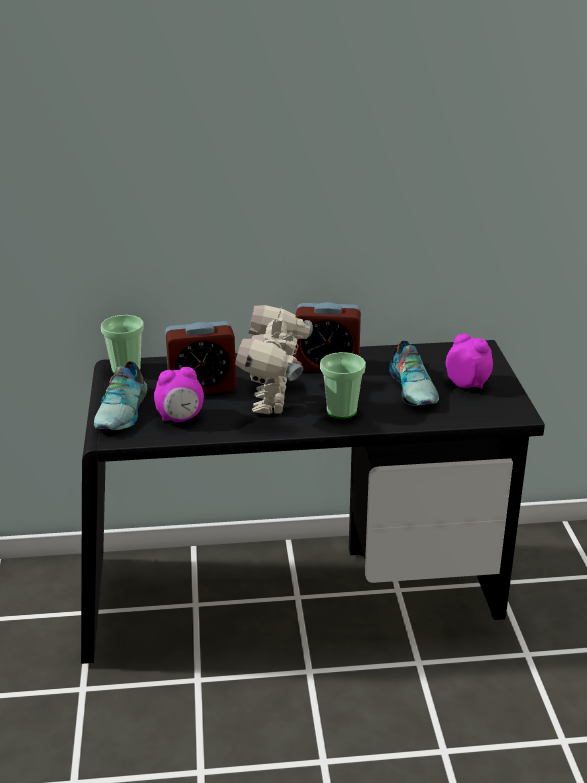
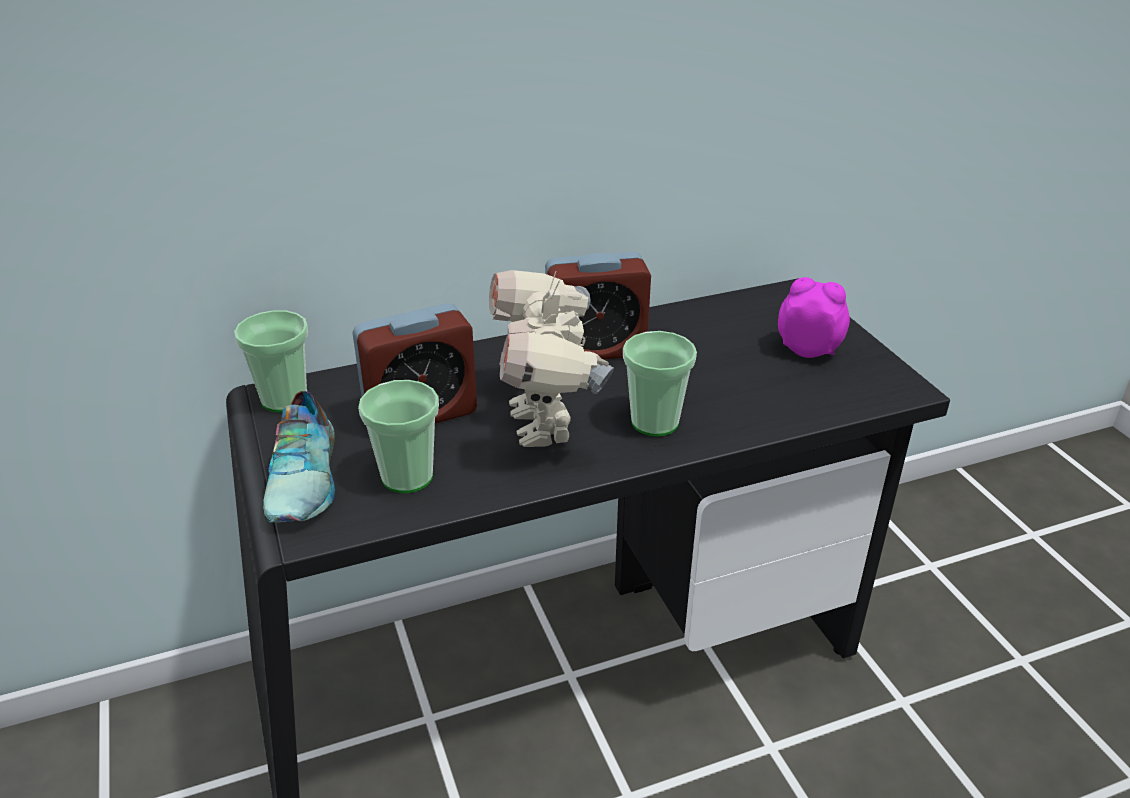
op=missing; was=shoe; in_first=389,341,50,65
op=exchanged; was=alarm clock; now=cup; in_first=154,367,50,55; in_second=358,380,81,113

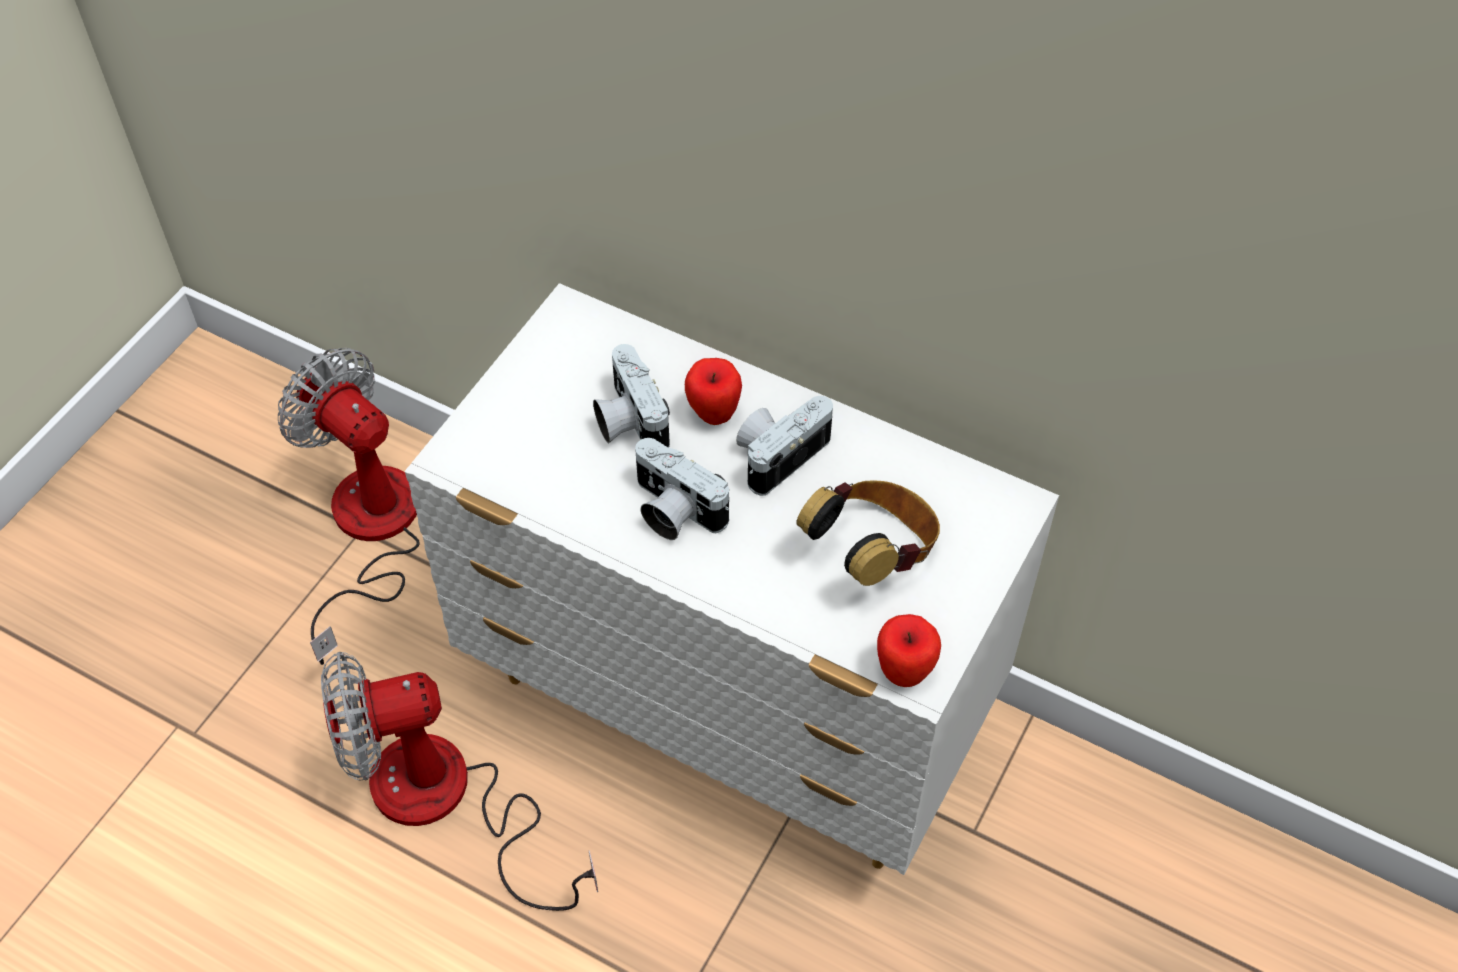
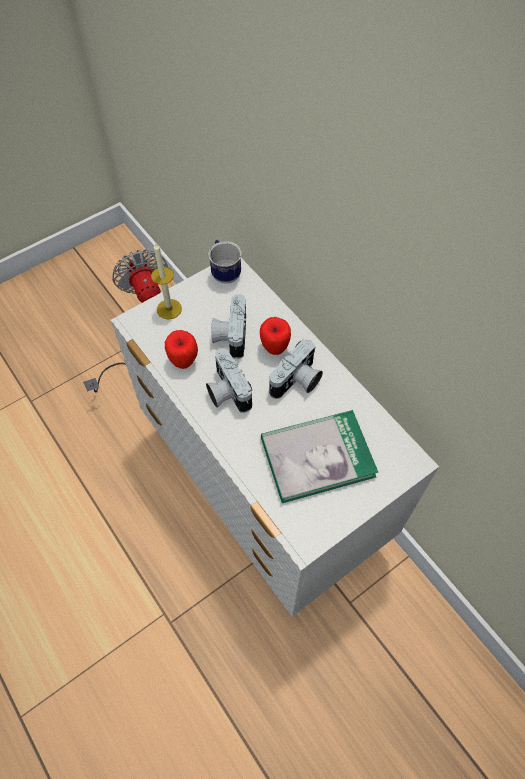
op=missing; was=fan; in_first=321,652,277,259
op=appeared; now=candle; in_second=151,243,31,76
op=appeared; now=mug; in_second=208,240,33,44
op=relocated; was=apple; in_first=877,614,64,73; in_second=165,330,33,39
op=exchanged; was=headphones; now=book; in_first=796,480,144,106; in_second=261,410,117,93
op=spun; was=photo camera; in_first=736,396,97,100; in_second=269,339,54,60; clockwise=150

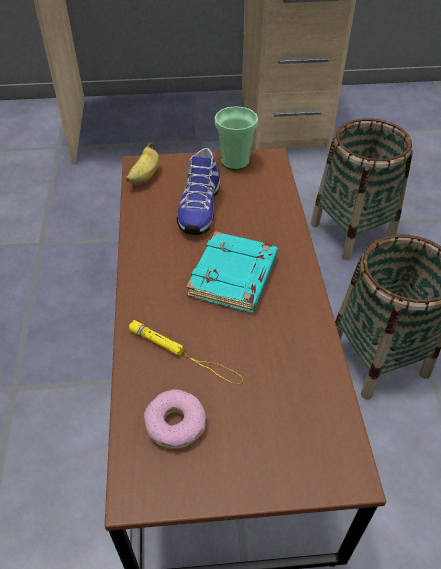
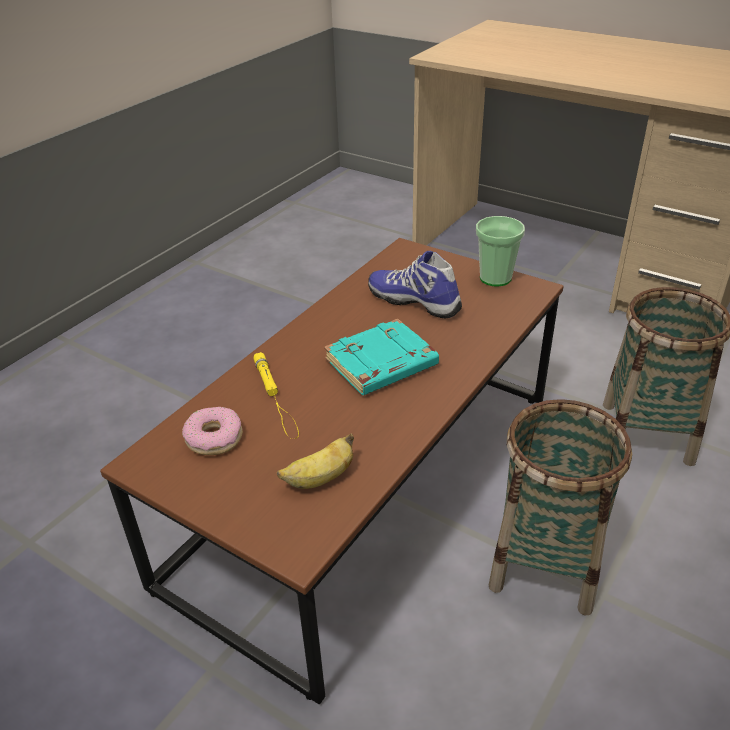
op=relocated; was=banana; in_first=126,142,33,43; in_second=277,433,77,56
op=spun; was=shoe; in_first=177,148,43,87; in_second=368,251,94,67; clockwise=75

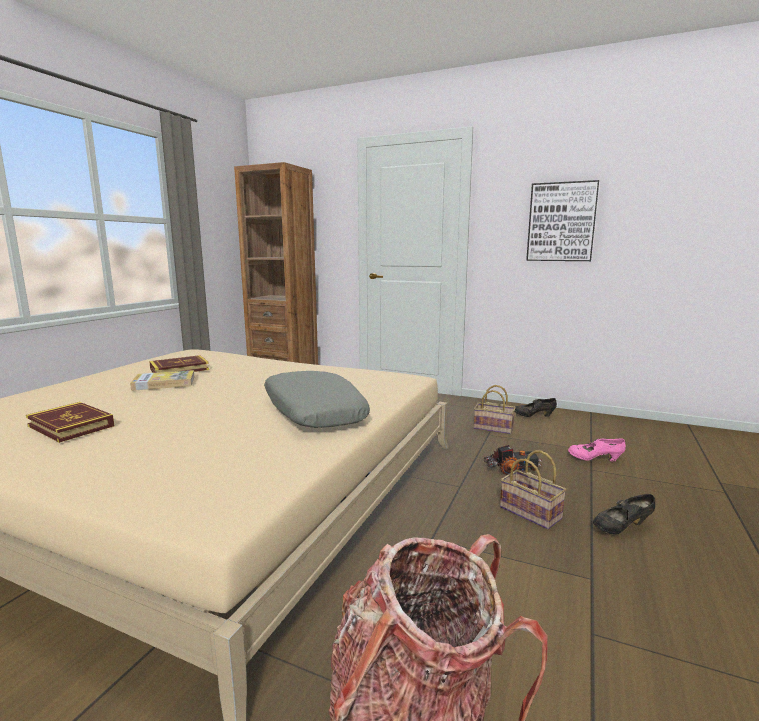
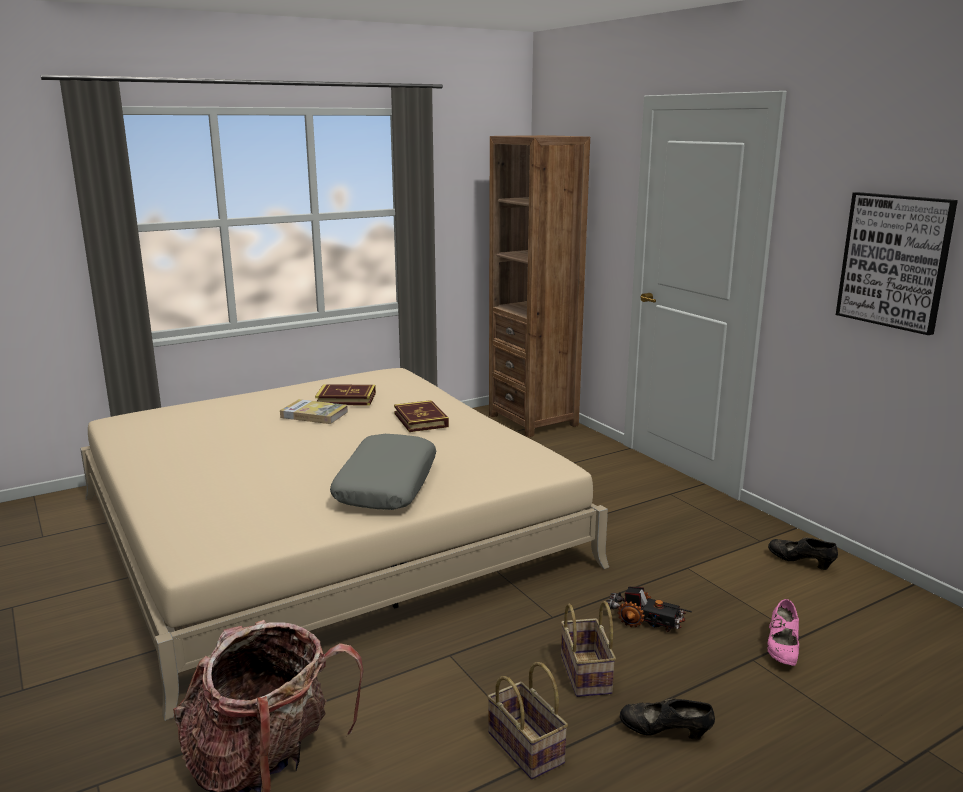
op=relocated; was=book; in_first=26,402,89,41; in_second=394,400,55,32
op=relocated; was=basket; in_first=474,385,42,49; in_second=487,662,81,117
op=spun; was=pink shoe; in_first=568,438,58,24; in_second=767,599,32,67; clockwise=-120

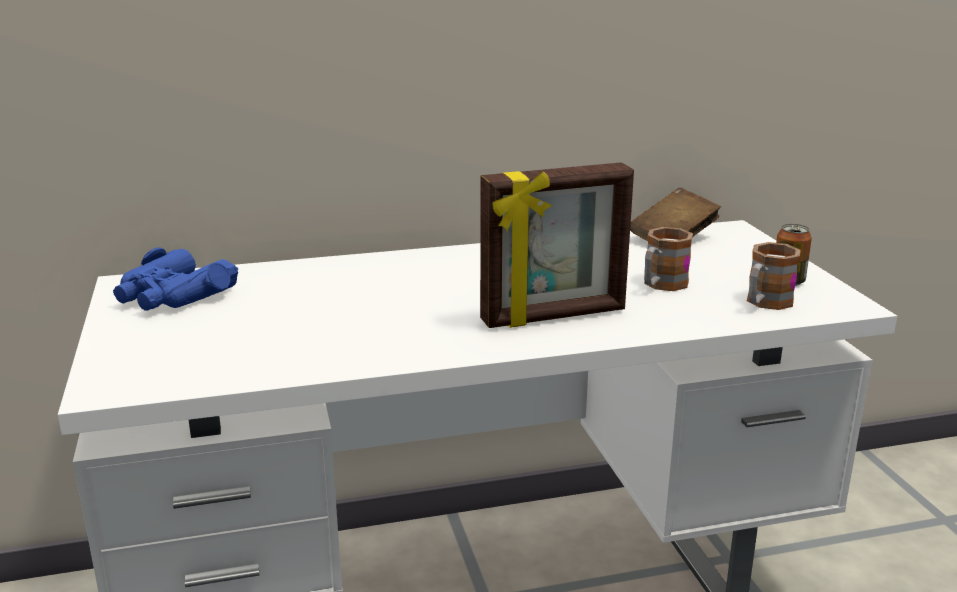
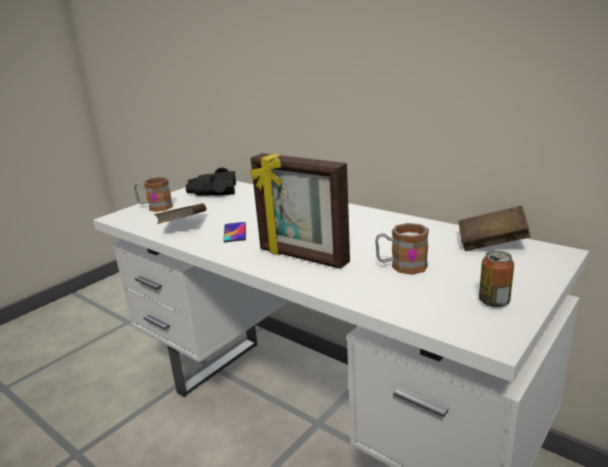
op=appeared; now=brown book; in_second=154,203,52,21
op=appeared; now=phone; in_second=223,222,23,20
op=relocated; was=mug; in_first=747,242,54,68; in_second=134,177,39,35
op=colour; was=blue binoculars; now=black binoculars; in_first=113,248,125,63; in_second=186,168,50,28

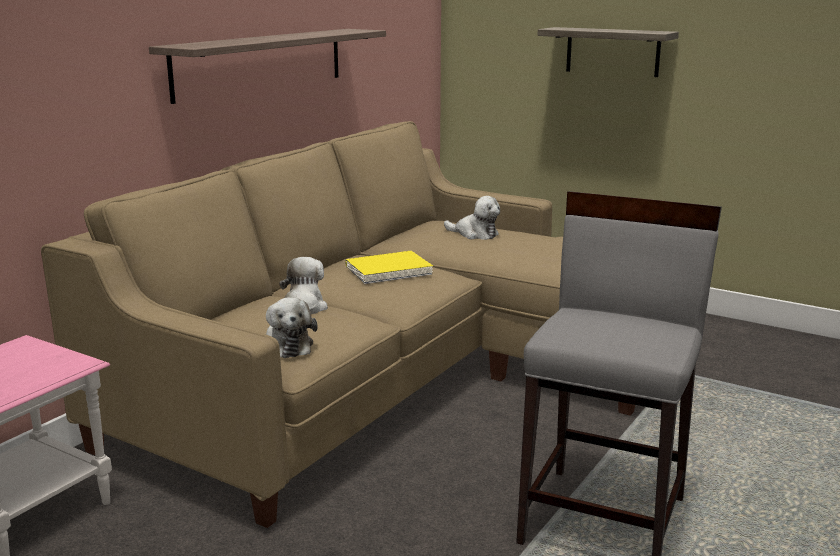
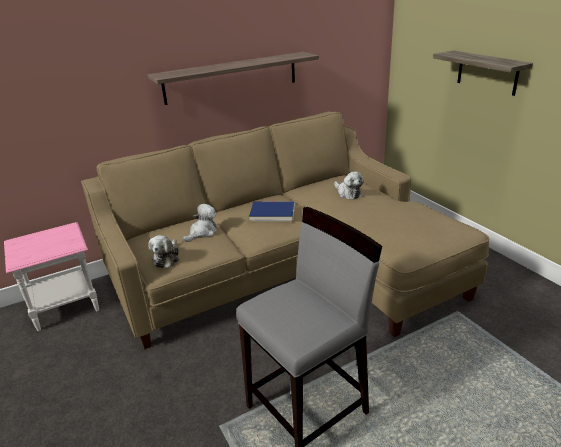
op=colour; was=yellow book; now=blue book; in_first=345,251,88,33; in_second=249,201,46,20

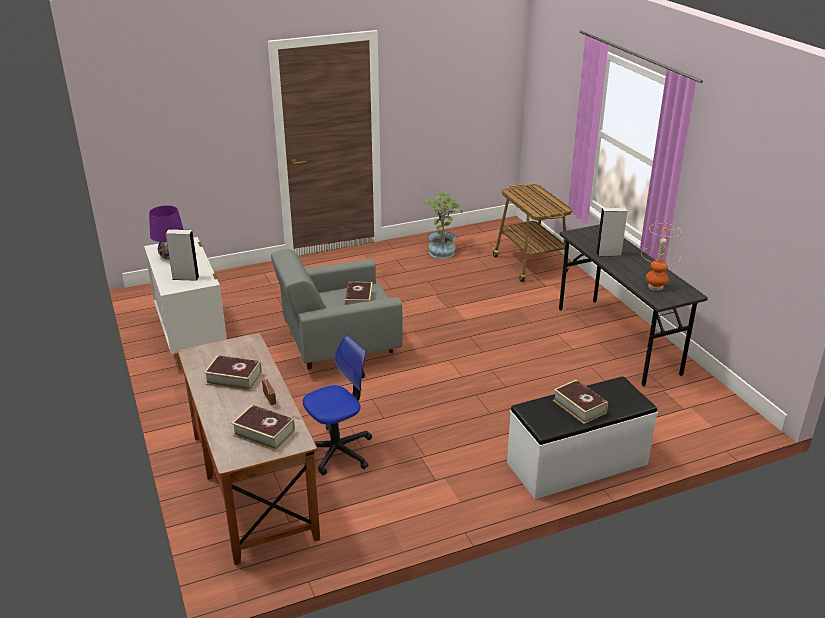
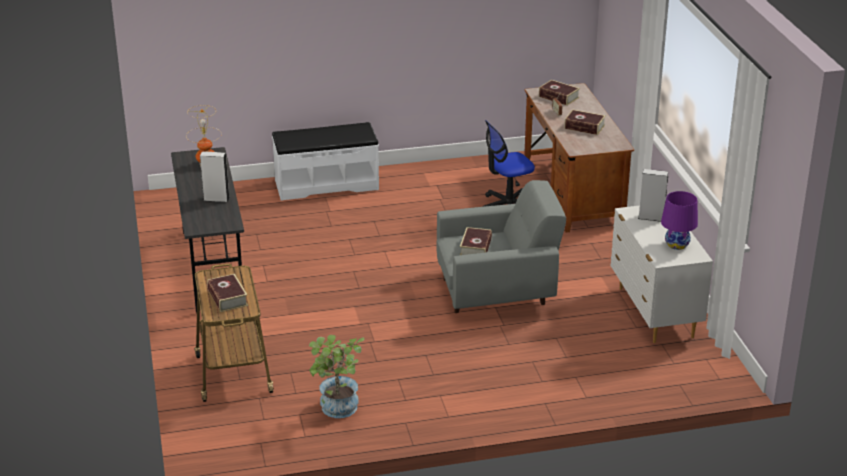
op=relocated; was=book; in_first=553,380,55,44; in_second=207,274,41,38

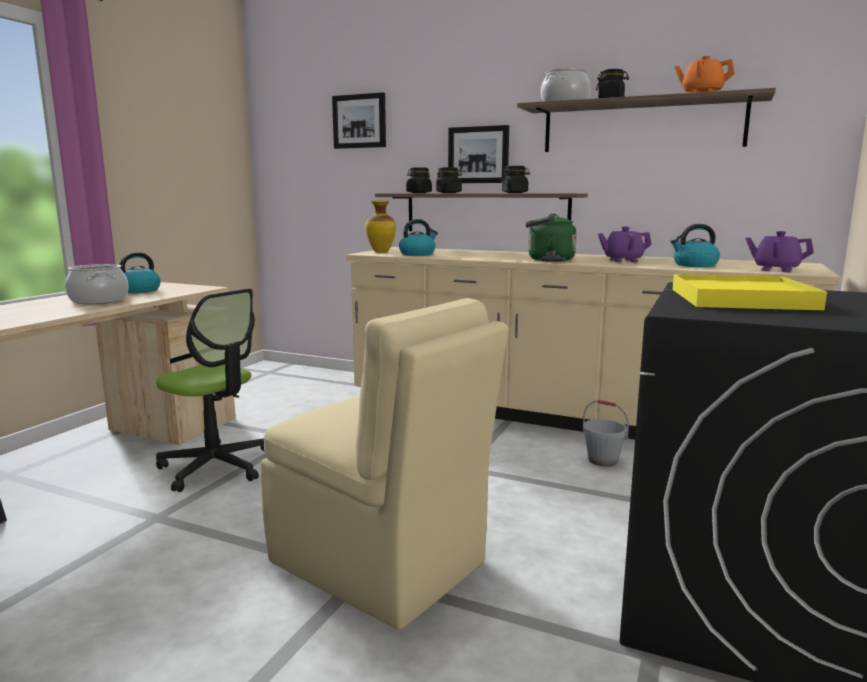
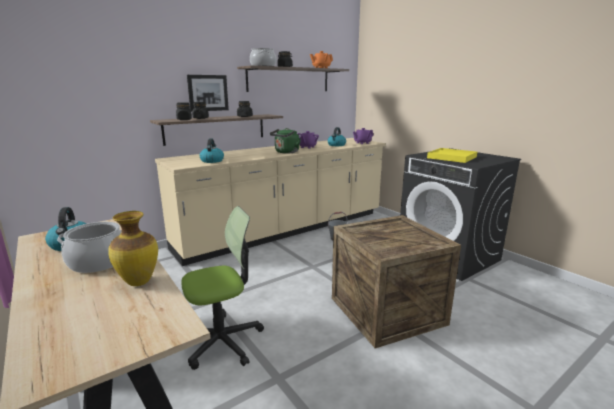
op=missing; was=picture; in_first=332,92,54,57
op=relocated; was=vase; in_first=365,201,31,52; in_second=108,211,50,75
op=exchanged; was=beige chair; now=crate; in_first=261,298,248,332; in_second=332,215,129,134

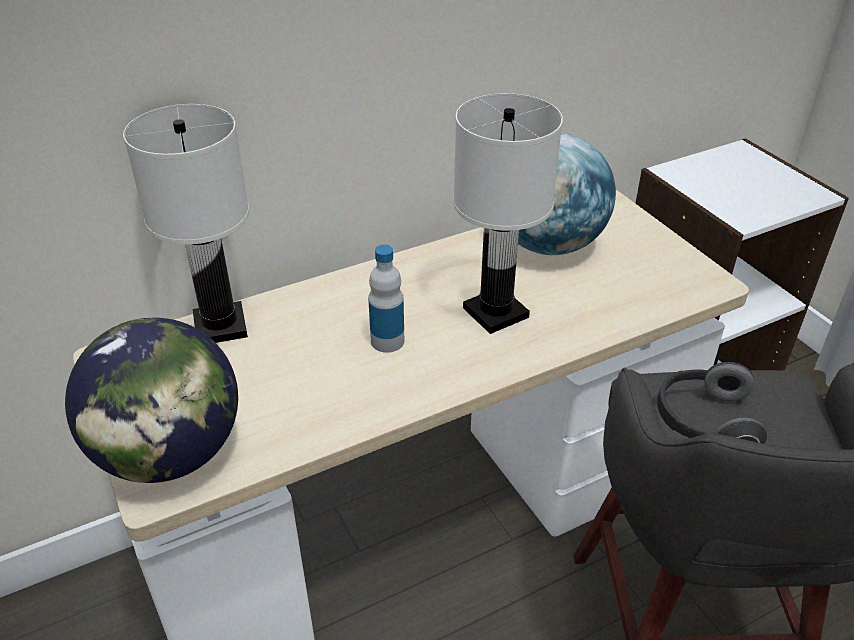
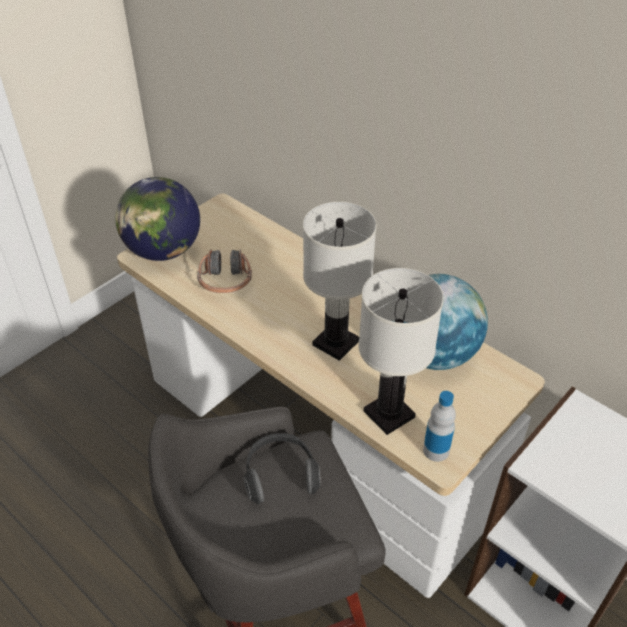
op=appeared; now=headphones; in_second=197,249,55,44
op=relocated; was=white table lamp; in_first=123,104,126,239; in_second=358,268,86,167
op=relocated; was=bottle; in_first=368,245,36,108; in_second=423,391,33,71

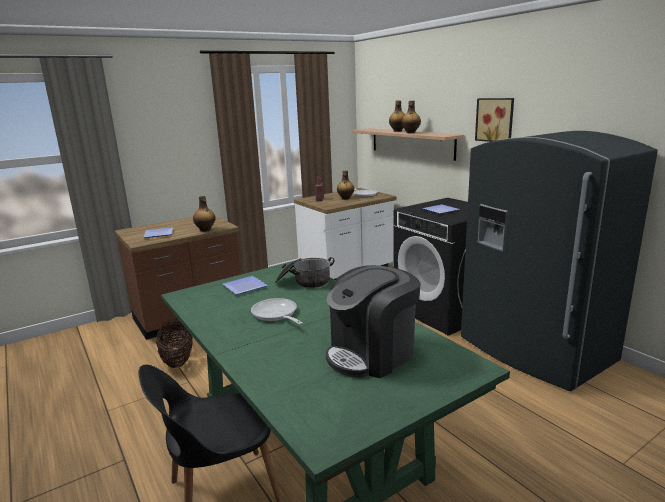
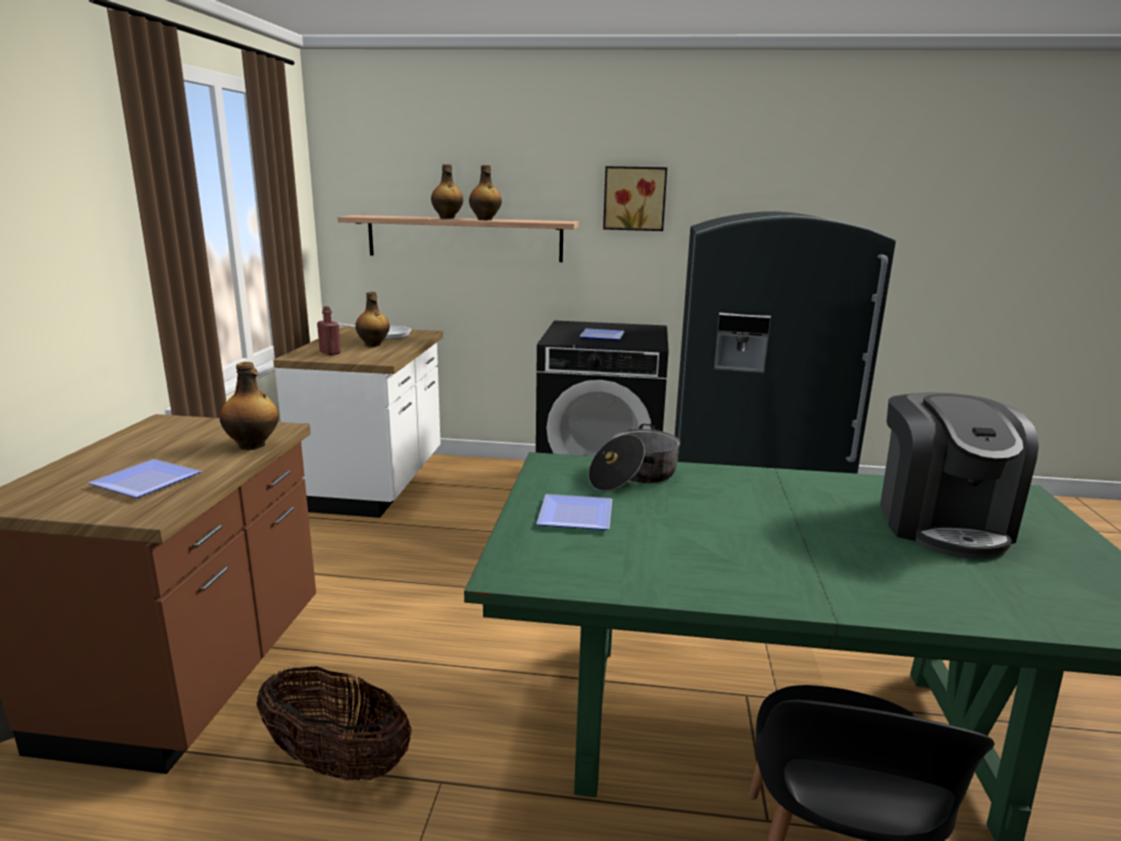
op=missing; was=frying pan; in_first=251,298,52,27

